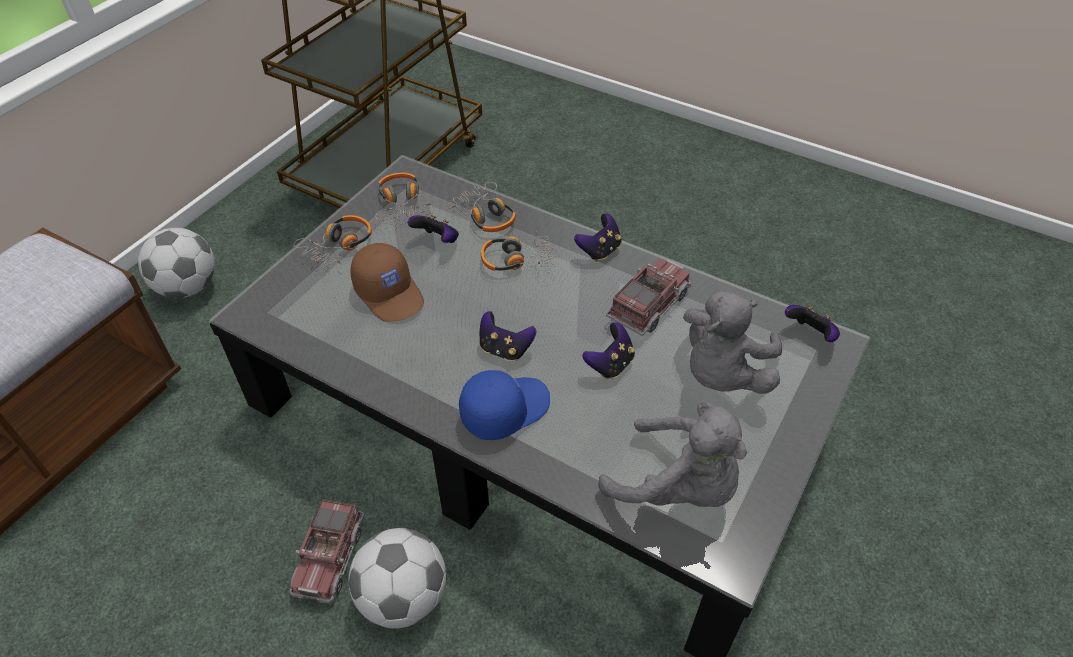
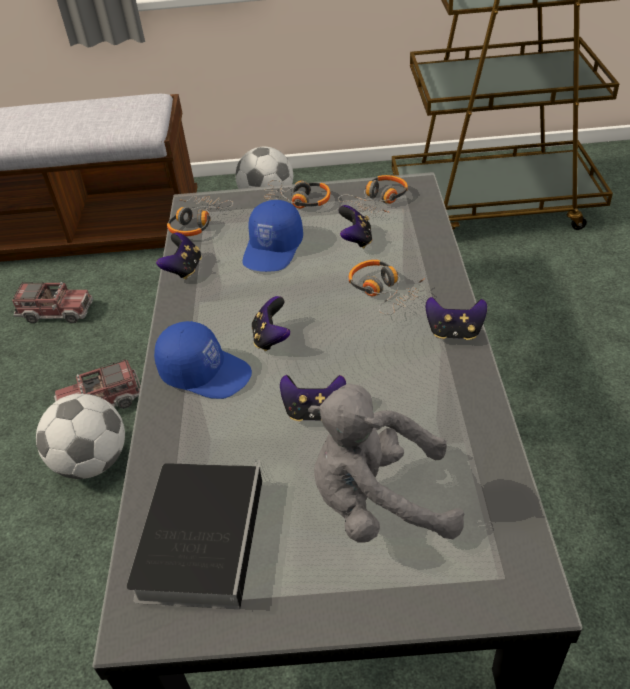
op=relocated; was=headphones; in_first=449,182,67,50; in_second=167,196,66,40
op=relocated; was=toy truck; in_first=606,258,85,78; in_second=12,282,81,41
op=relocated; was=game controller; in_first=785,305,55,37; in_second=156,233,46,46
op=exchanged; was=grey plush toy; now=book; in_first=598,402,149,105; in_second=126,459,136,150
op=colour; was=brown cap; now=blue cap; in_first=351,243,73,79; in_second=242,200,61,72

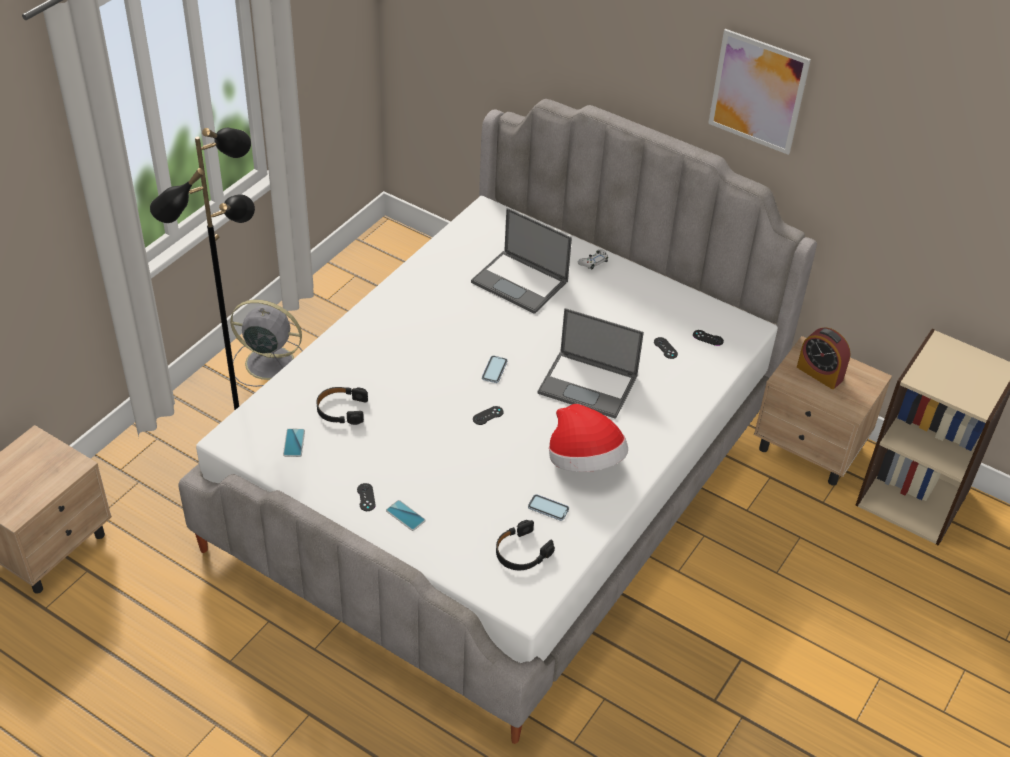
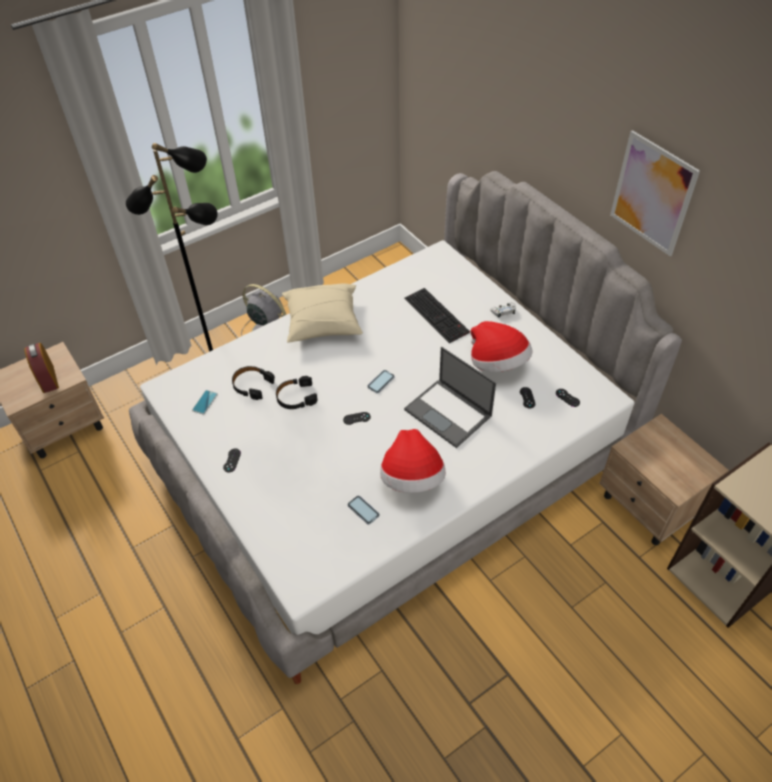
op=missing; was=phone; in_first=386,500,40,31
op=appeared; now=beige pillow; in_second=282,283,81,60
op=appeared; now=hat; in_second=471,321,62,51
op=relocated; was=black headphones; in_first=496,520,59,50; in_second=276,376,42,33
op=relocated; was=alarm clock; in_first=797,327,54,62; in_second=25,343,34,50
op=exchanged; was=laptop; now=keyboard; in_first=471,208,101,106; in_second=405,288,65,55

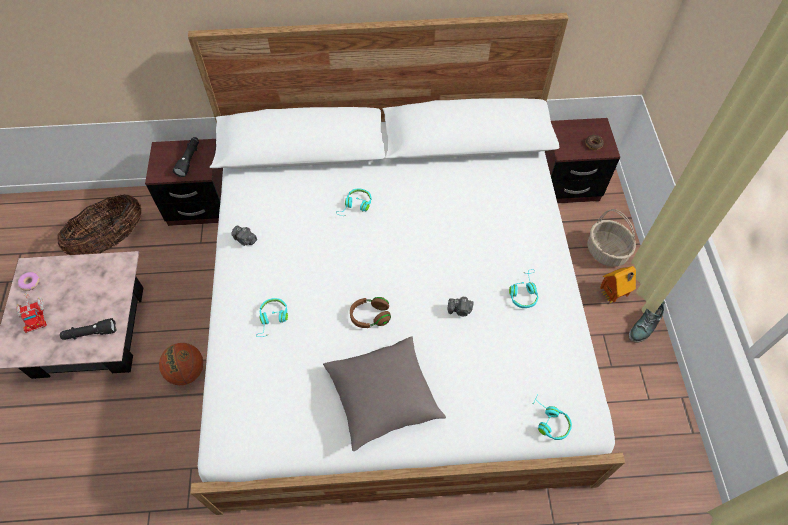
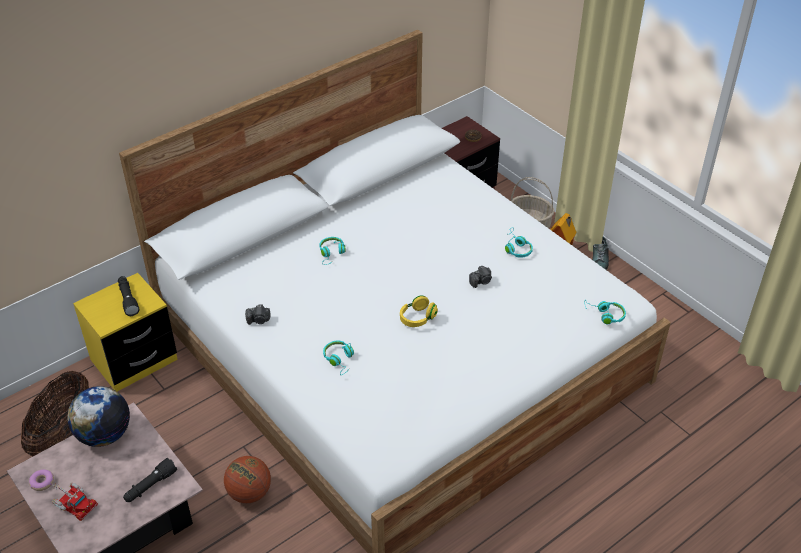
op=missing; was=grey pillow; in_first=323,336,123,115
op=appeared; now=globe; in_second=67,386,63,61
op=colour; was=brown nightstand; now=yellow nightstand; in_first=145,139,78,87; in_second=73,273,105,118
op=colour; was=brown headphones; now=yellow headphones; in_first=350,297,41,31; in_second=400,295,38,32

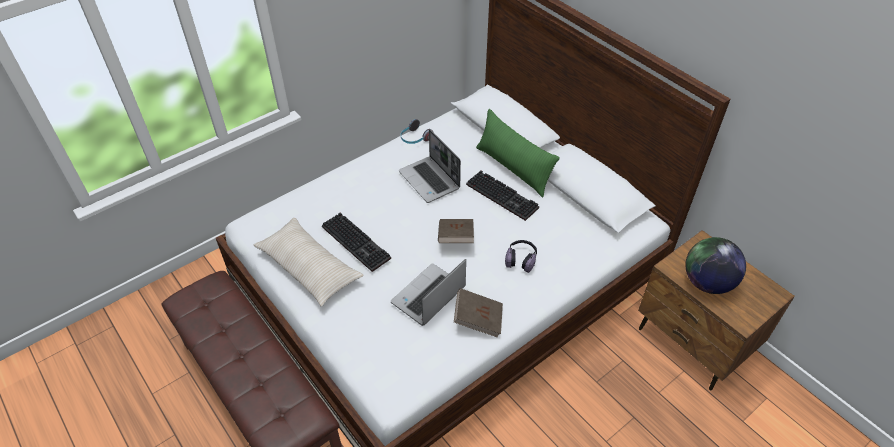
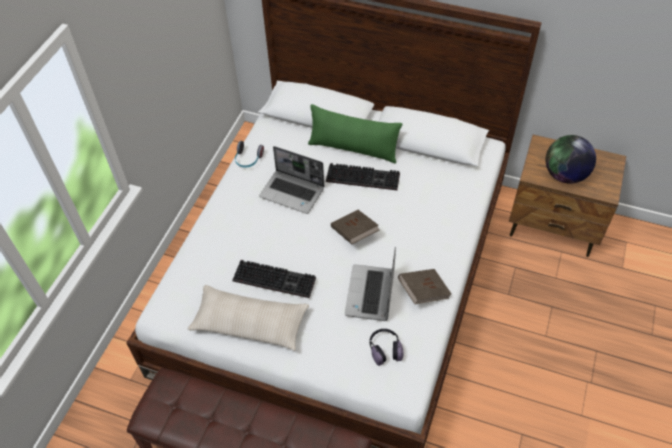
op=relocated; was=headphones; in_first=505,240,32,33; in_second=370,329,34,37

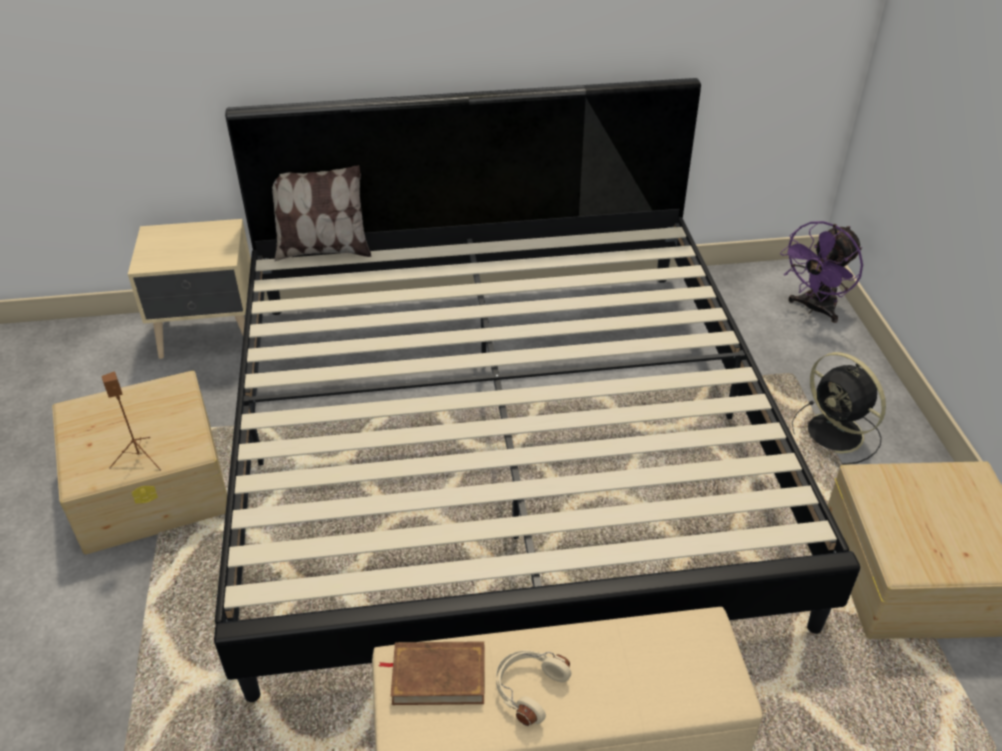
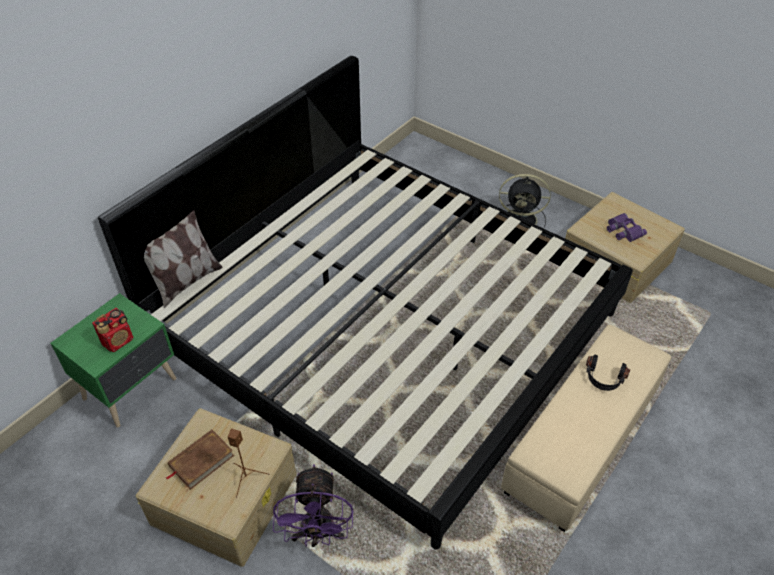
op=missing; was=beige headphones; in_first=496,651,75,75
op=appeared; now=radio; in_second=92,308,42,44
op=appeared; now=black headphones; in_second=586,354,44,37
op=appeared; now=purple binoculars; in_second=607,213,40,29
op=relocated; was=brown book; in_first=378,641,107,64; in_second=166,429,68,61
op=relocated; was=purple fan; in_first=780,221,83,102; in_second=273,464,81,83
op=colour; was=beige nightstand; now=green nightstand; in_first=128,219,123,140; in_second=50,293,126,135

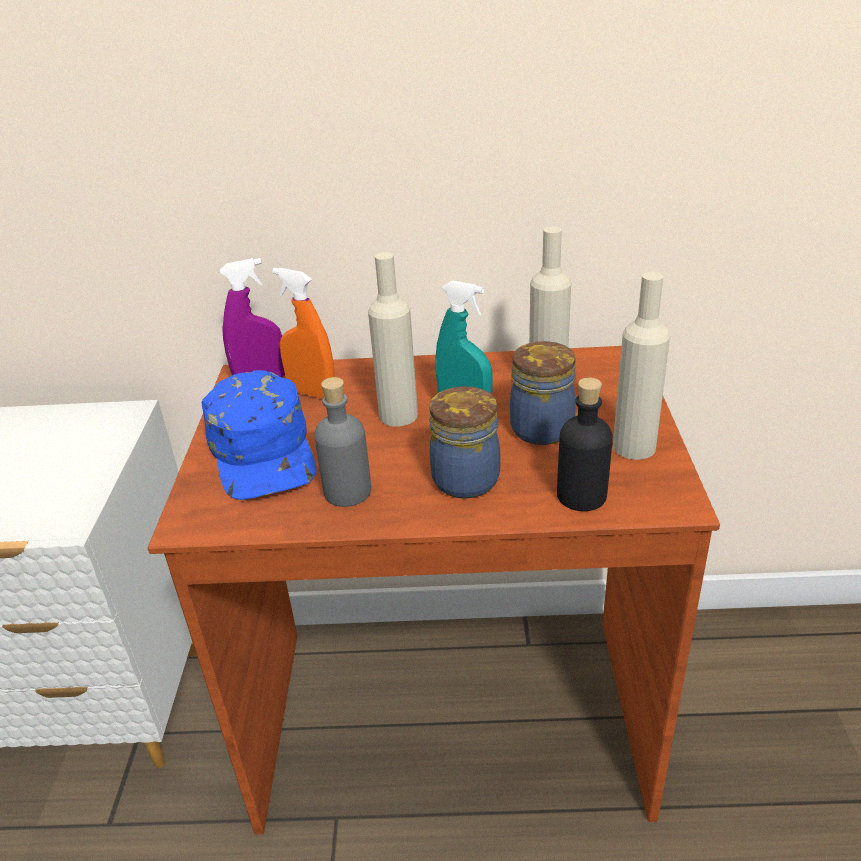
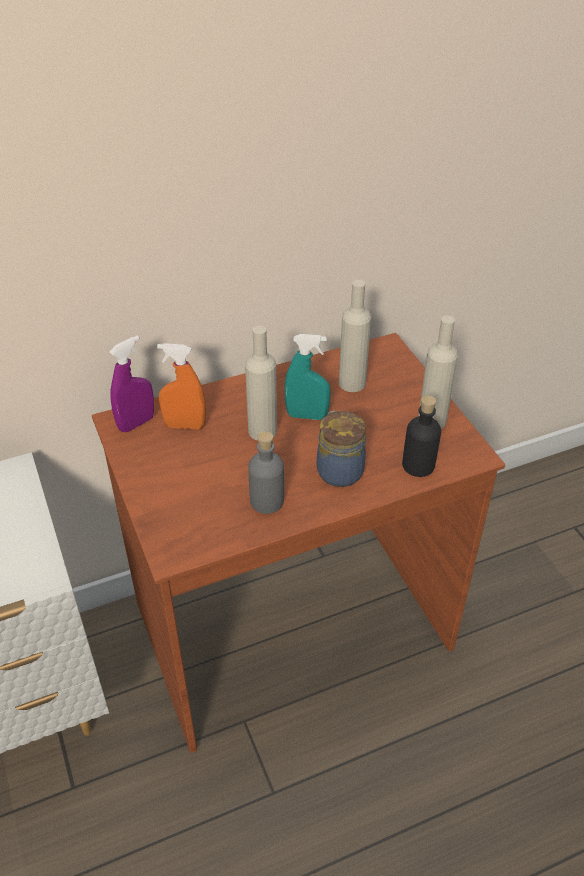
op=missing; was=blue cap; in_first=201,370,115,130
op=missing; was=jar; in_first=510,341,66,104

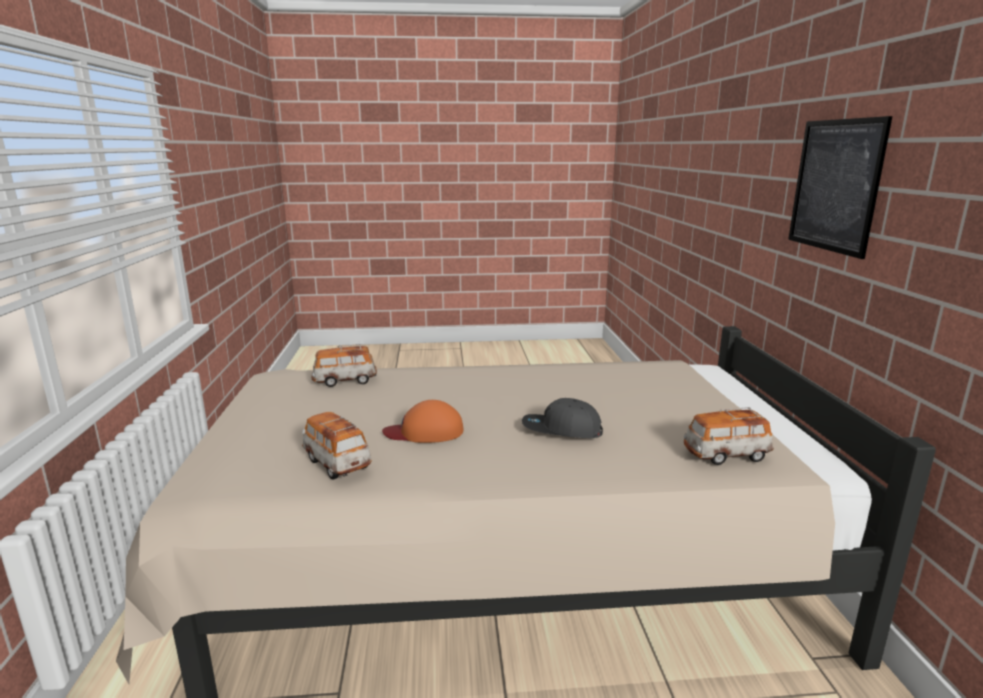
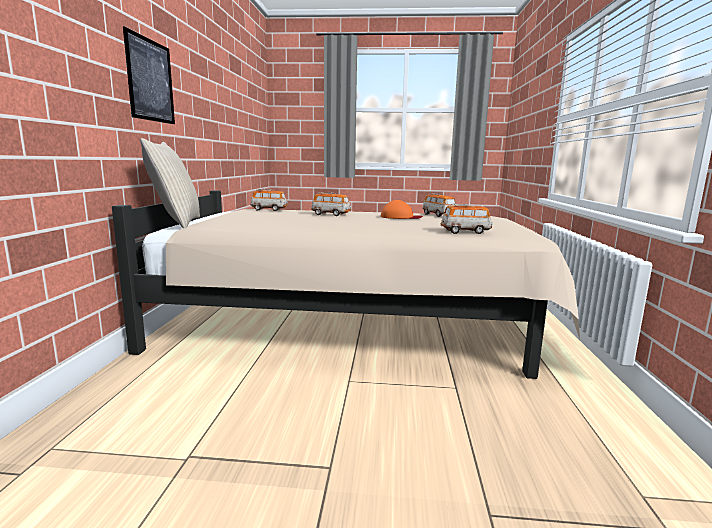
op=appeared; now=beige pillow; in_second=140,138,60,90
op=exchanged; was=grey cap; now=toy car; in_first=522,398,81,40; in_second=311,192,40,24

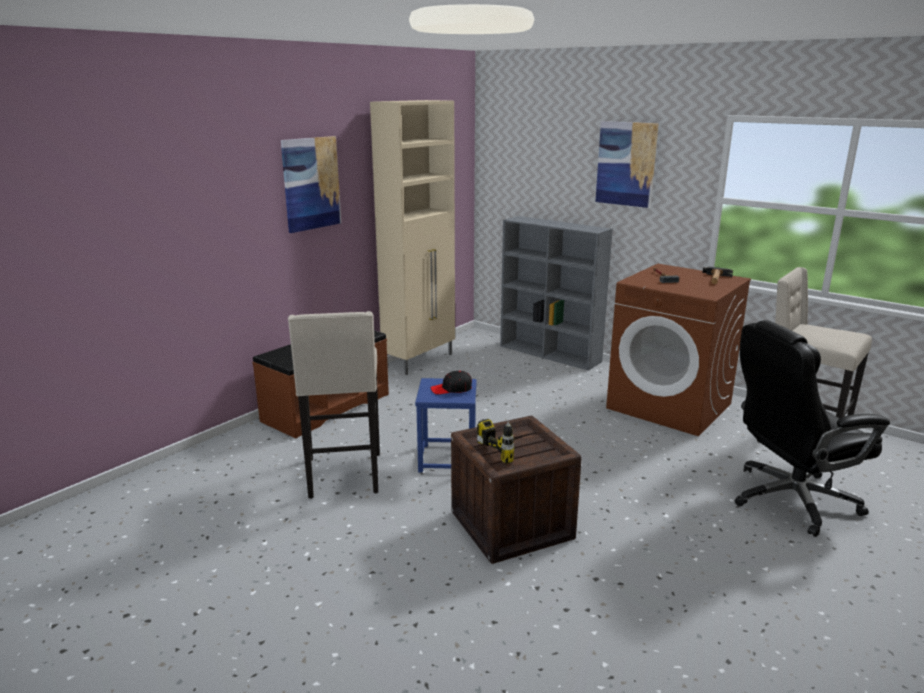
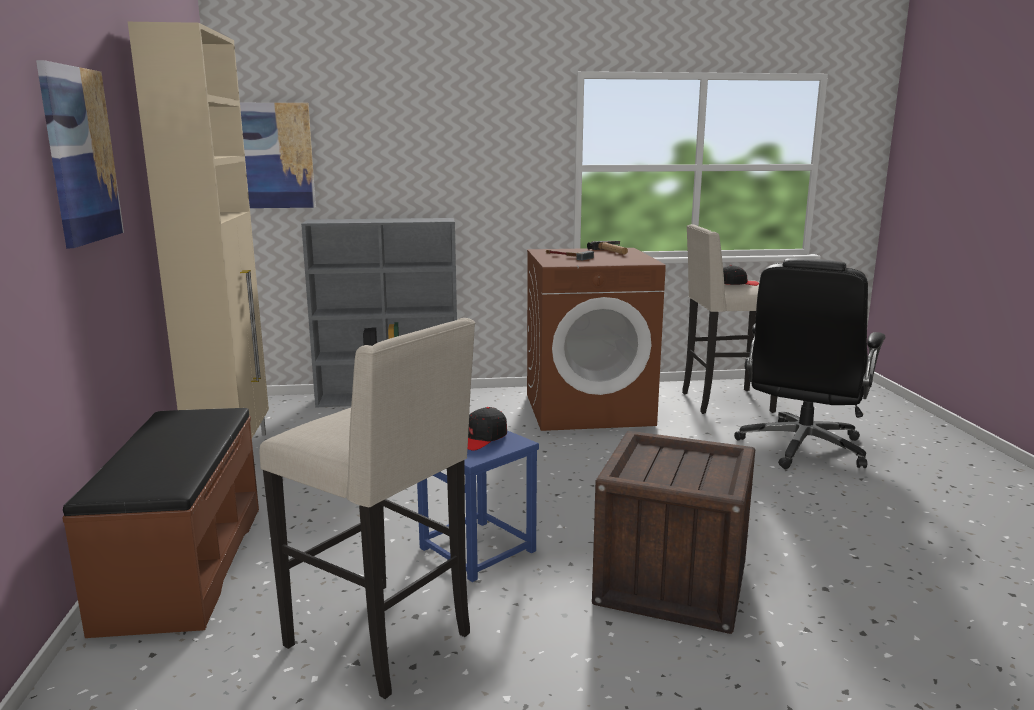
op=missing; was=power drill; in_first=477,419,52,45
op=appeared; now=black cap; in_second=723,265,36,21
op=relocated; was=picture; in_first=595,121,64,87; in_second=240,103,76,105

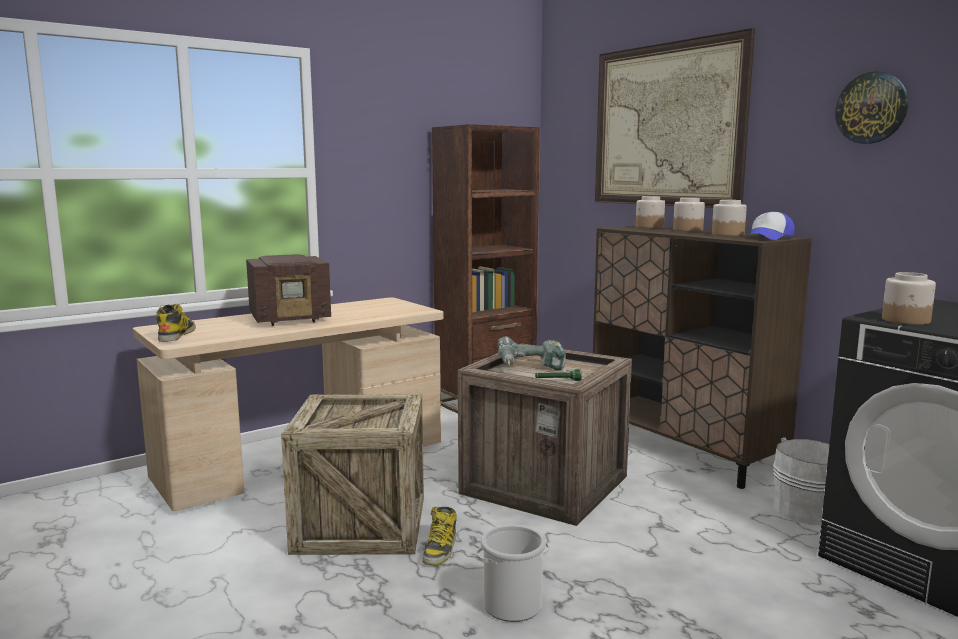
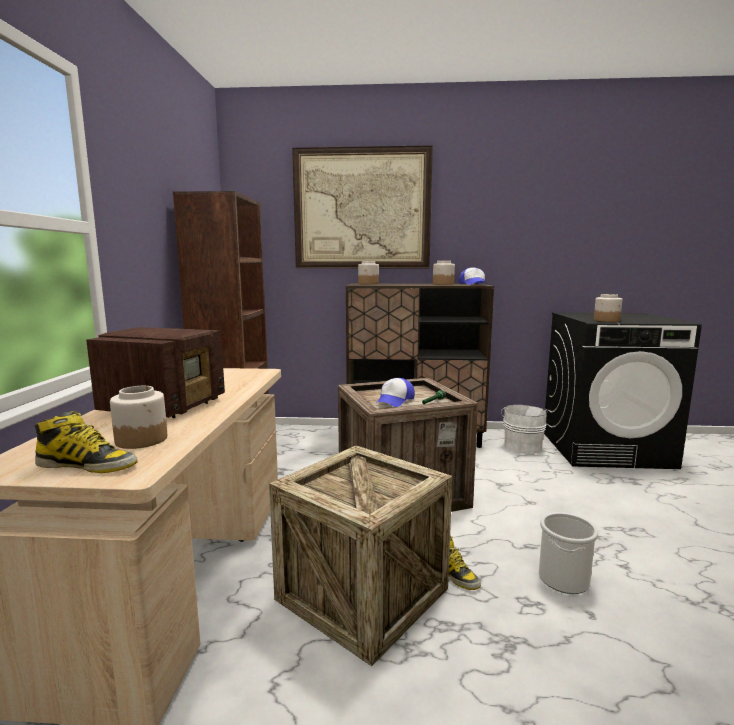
op=missing; was=wall clock; in_first=835,72,73,72
op=relocated; was=jar; in_first=673,198,32,33; in_second=110,386,57,63
op=exchanged; was=power drill; now=cap; in_first=497,336,69,37; in_second=377,378,38,29
op=spun; was=boot; in_first=156,304,40,38; in_second=34,411,104,62; clockwise=150

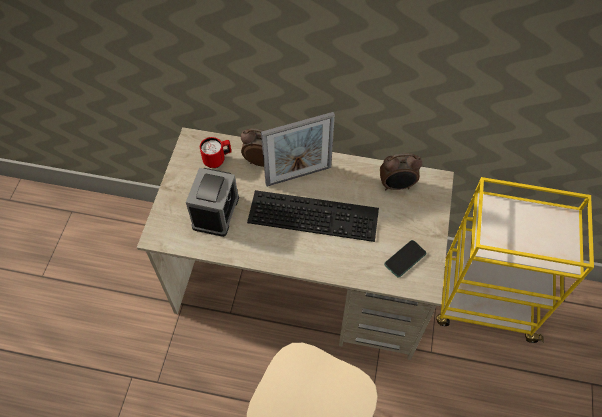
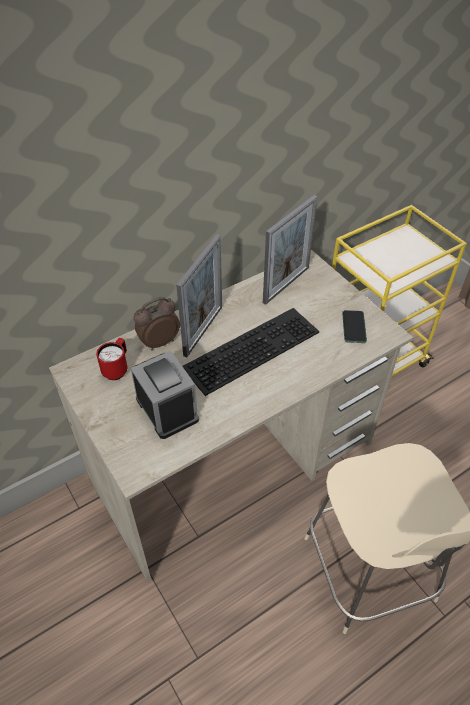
op=exchanged; was=alarm clock; now=picture frame; in_first=380,153,42,37; in_second=263,195,54,110

